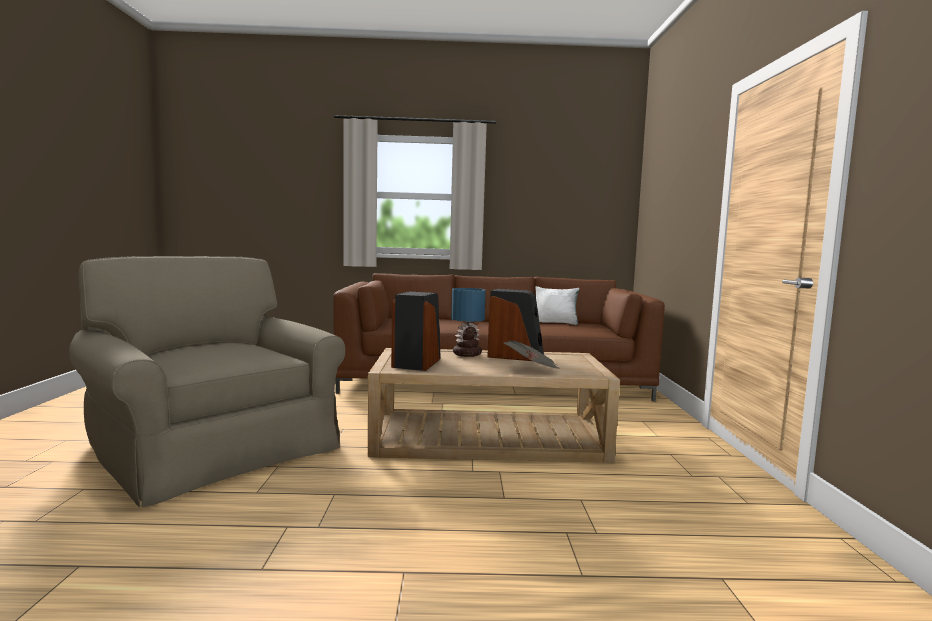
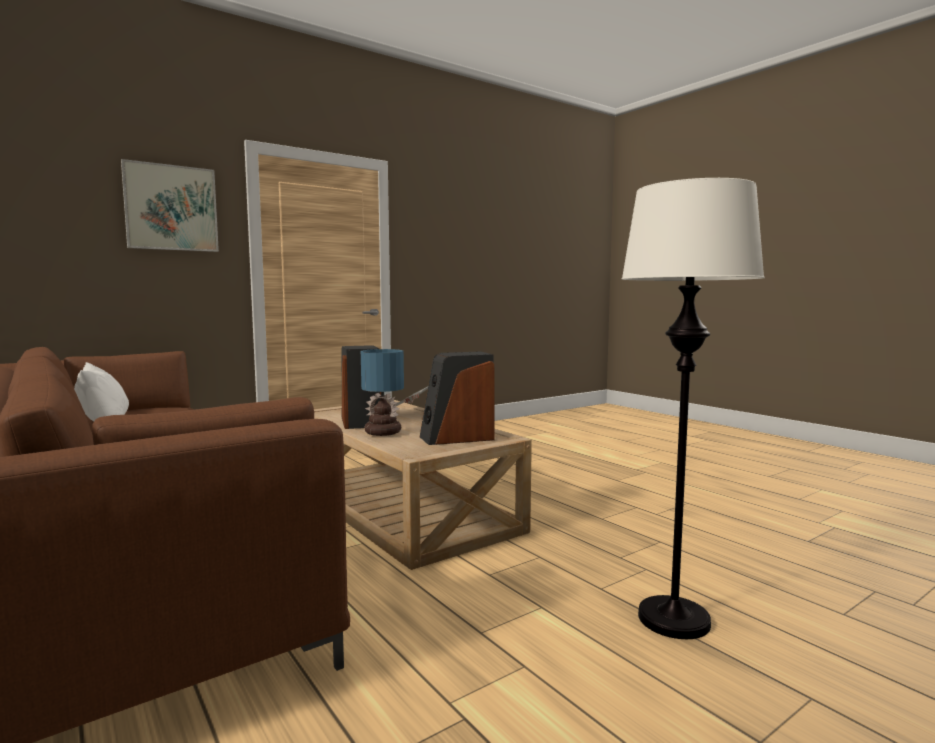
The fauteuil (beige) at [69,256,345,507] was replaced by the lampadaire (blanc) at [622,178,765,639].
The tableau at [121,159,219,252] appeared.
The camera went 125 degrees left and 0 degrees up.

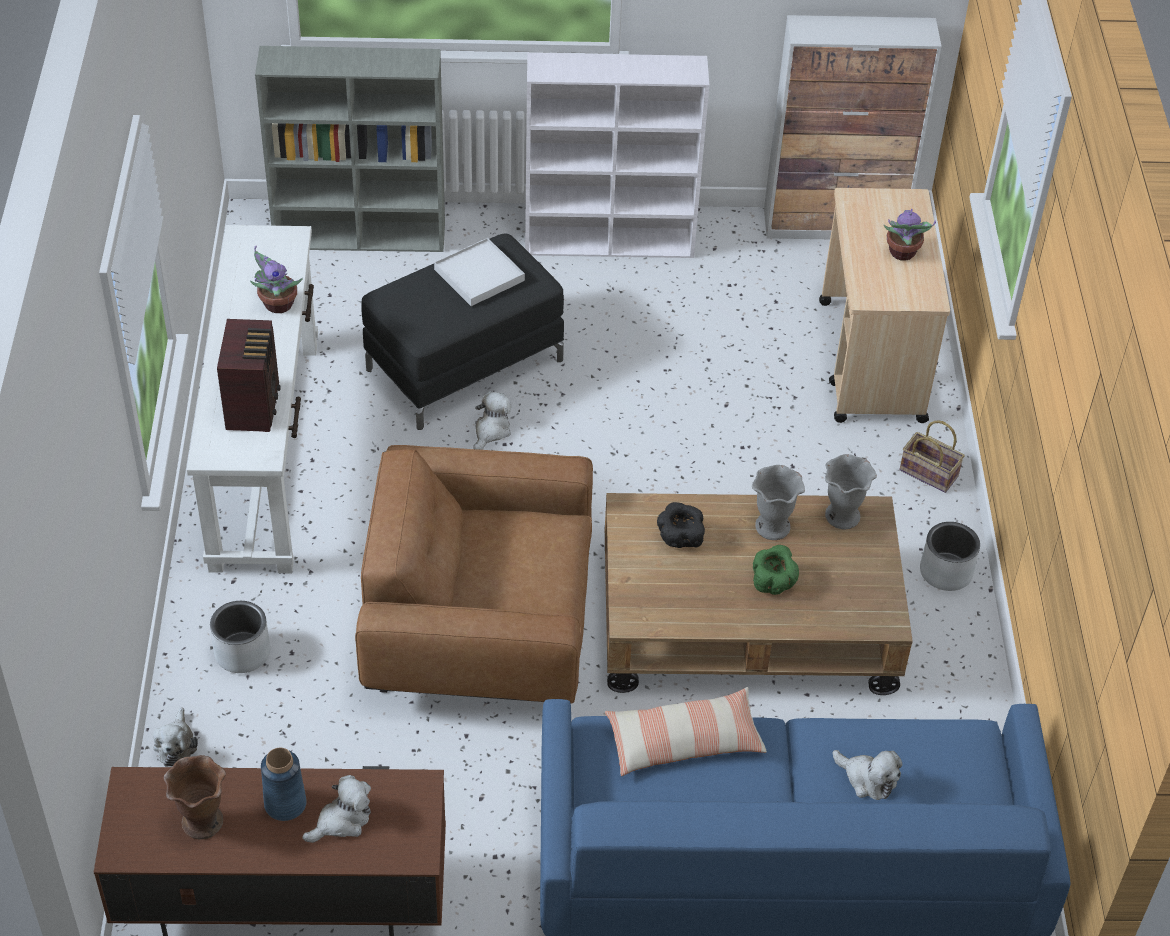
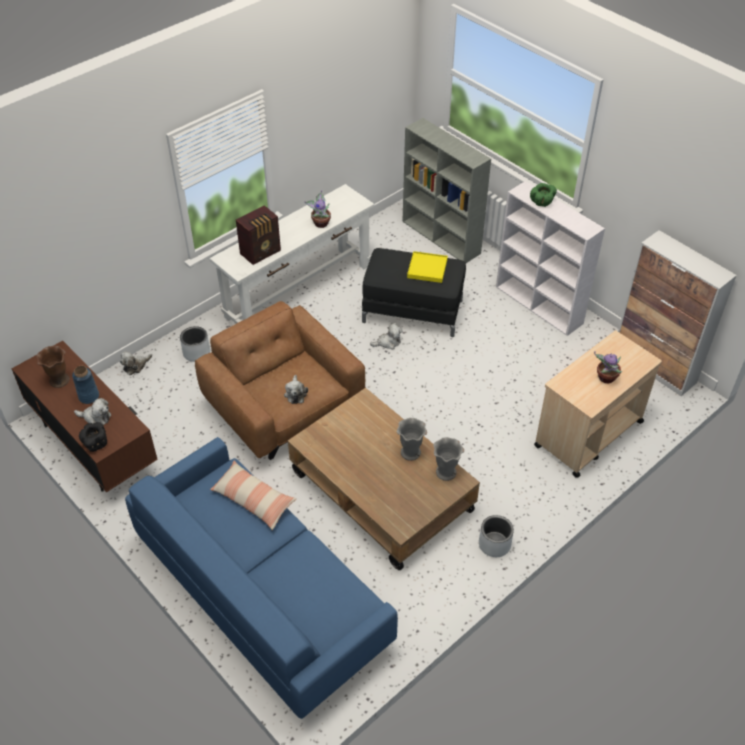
The plateau (blanc) at [434,238,525,306] became the plateau (jaune) at [407,251,448,283].
The panier at [899,420,965,493] disappeared.
The bol (noir) moved from [657,502,705,548] to [79,422,107,452].
The bol (vert) moved from [753,545,799,595] to [530,183,557,207].
The peluche moved from [833,750,903,800] to [284,375,308,404].
The camera went 50 degrees right and 0 degrees up.

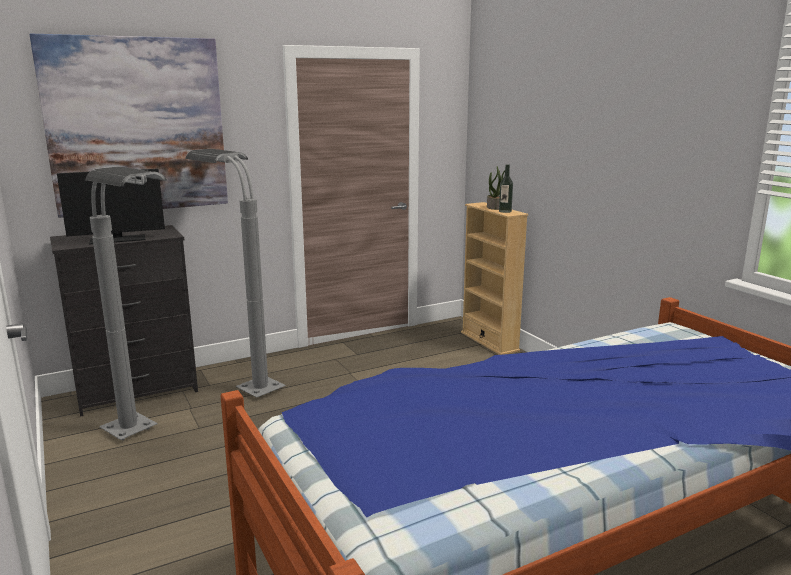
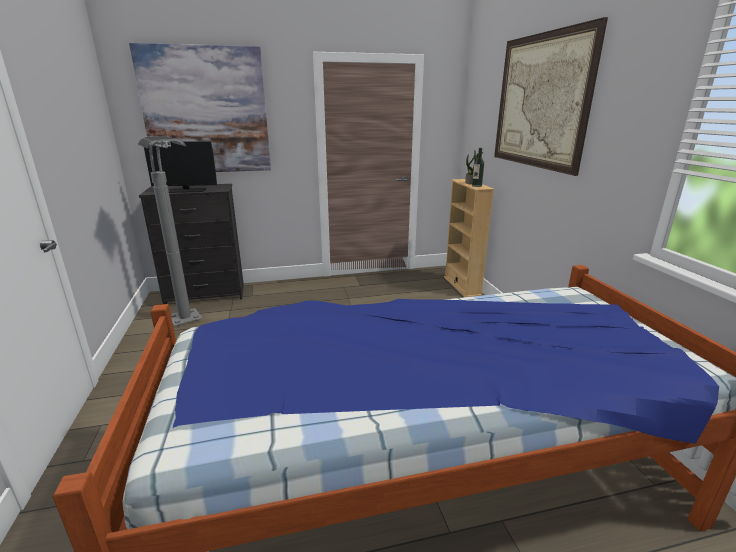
The lampadaire (gris) at [185,149,286,398] disappeared.
The tableau at [494,17,608,176] appeared.
The camera went 15 degrees right and 5 degrees up.

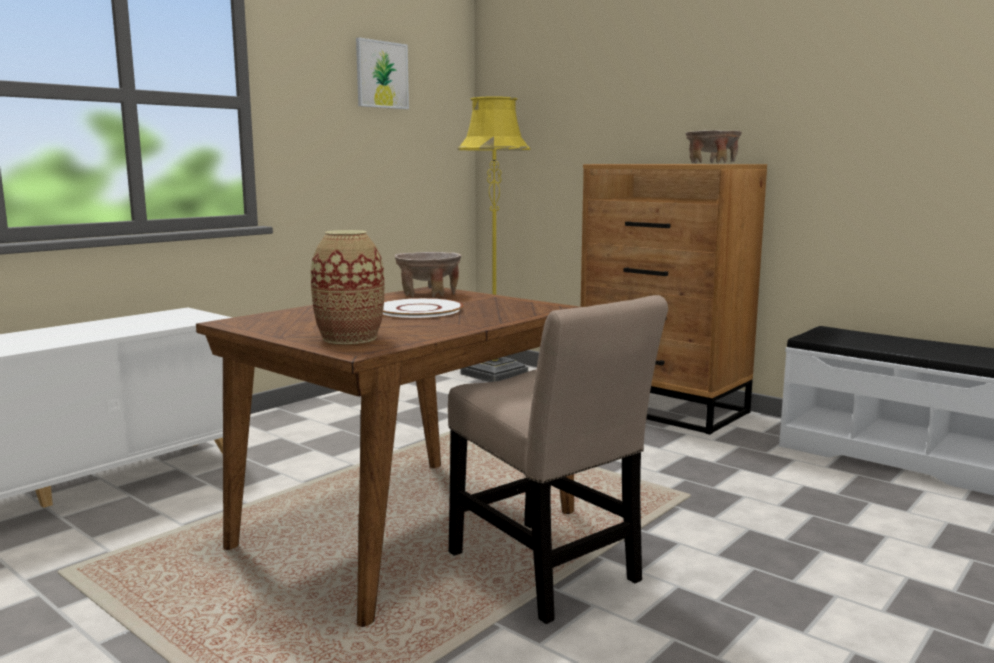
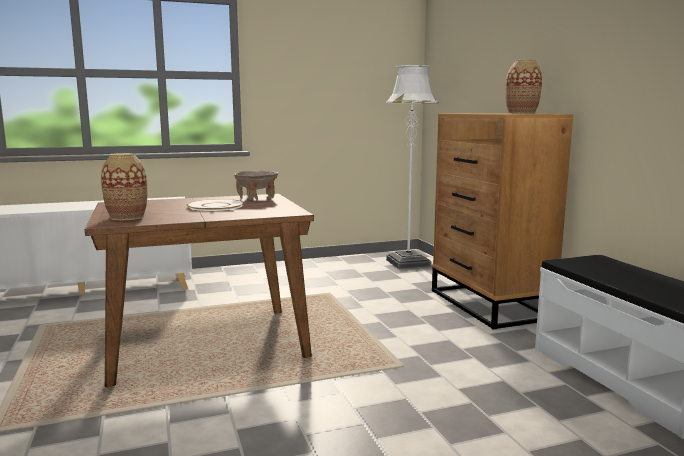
The tableau at [356,37,409,109] disappeared.
The lampadaire (jaune) at [458,96,530,382] became the lampadaire (blanc) at [386,65,438,269].
The bol (beige) at [686,130,742,164] was replaced by the vase at [505,59,542,114].
The chaise (beige) at [448,295,668,624] disappeared.
The camera went 30 degrees right and 0 degrees up.

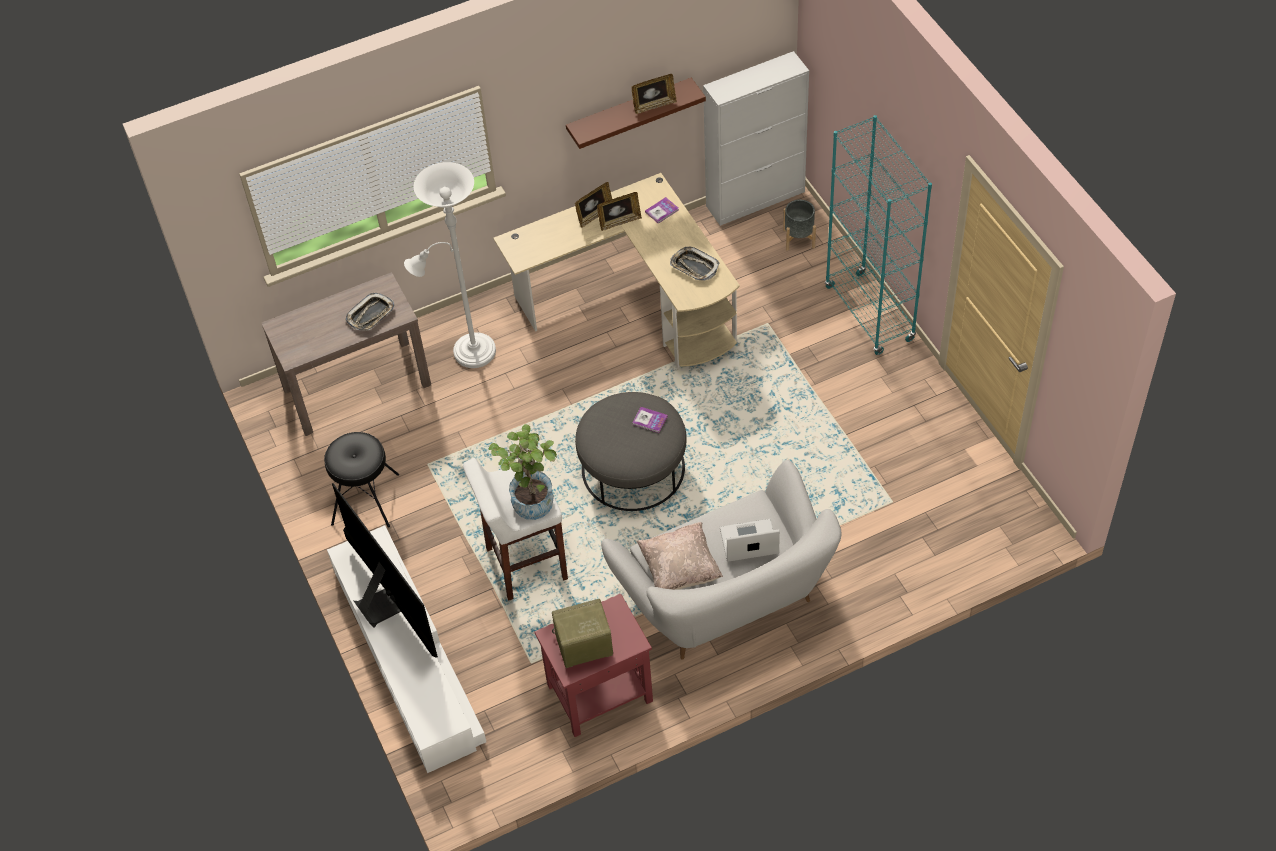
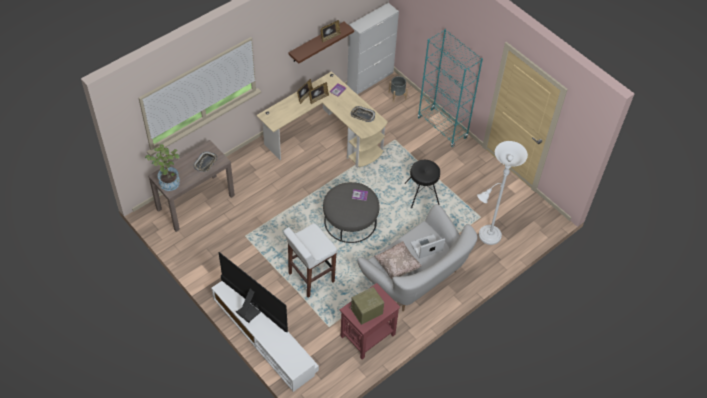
The lampadaire (blanc) moved from [404,162,496,368] to [477,141,528,245].
The plante en pot moved from [488,424,557,520] to [145,144,180,191].
The tabouret (noir) moved from [324,432,399,528] to [404,160,440,208].
The camera went 20 degrees left and 0 degrees up.

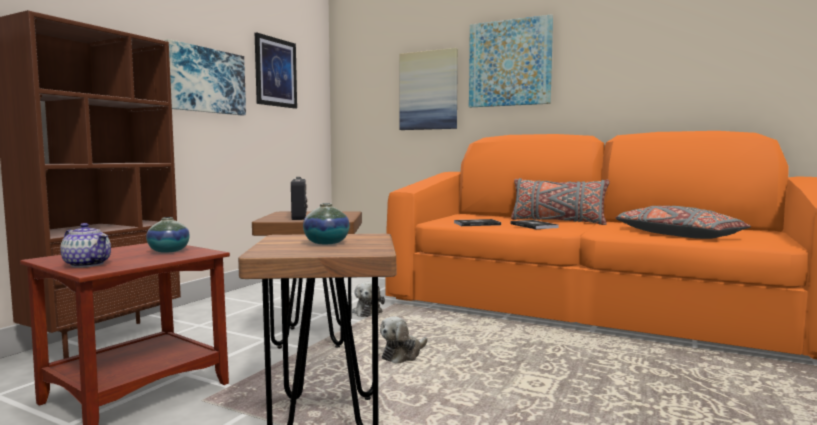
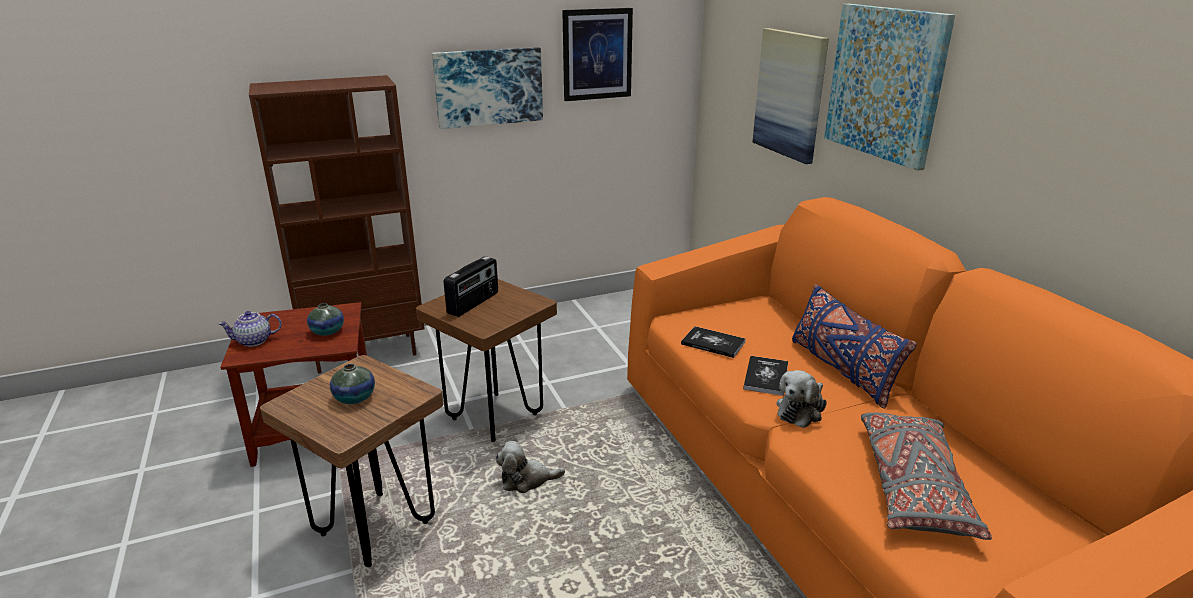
The coussin (gris) at [511,178,610,225] became the coussin (bleu) at [792,284,917,409].
The théière at [60,223,111,268] turned 90 degrees clockwise.
The peluche moved from [352,282,385,317] to [776,370,827,428].
The camera went 40 degrees right and 20 degrees up.

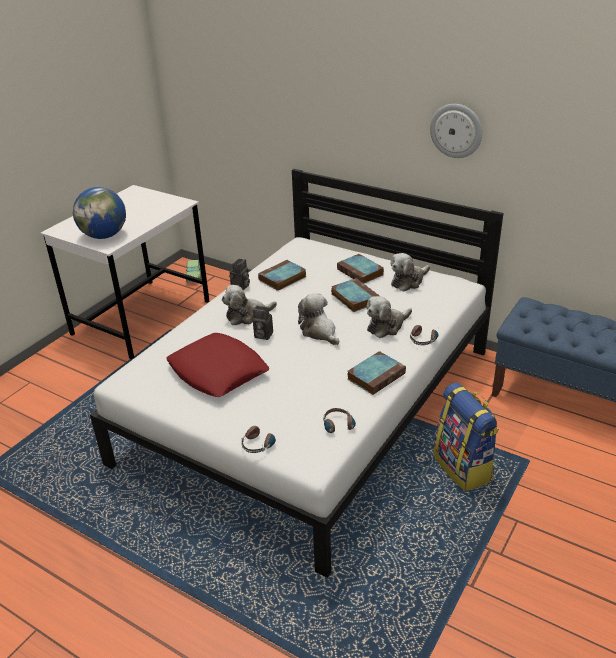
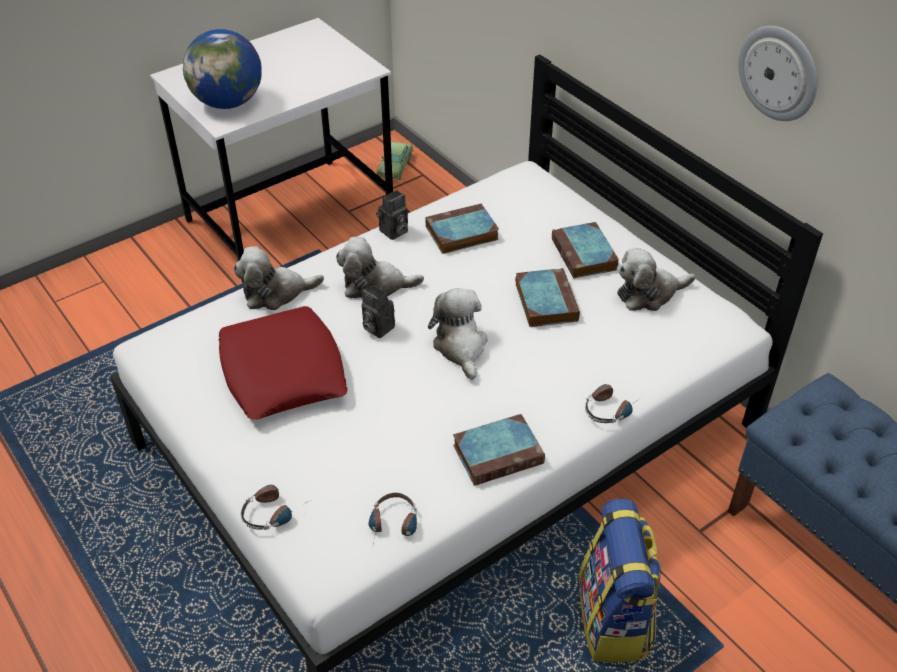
The peluche moved from [366,296,412,338] to [233,246,324,310].
The camera went 20 degrees right and 10 degrees up.

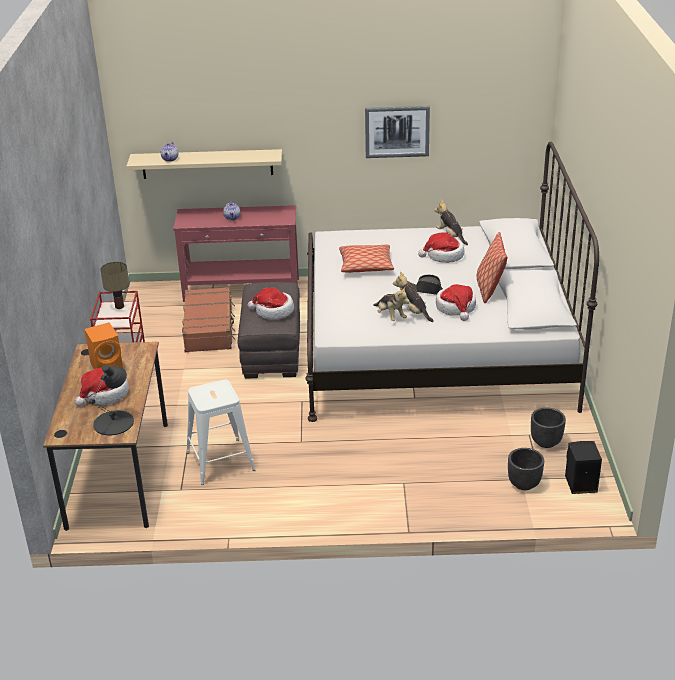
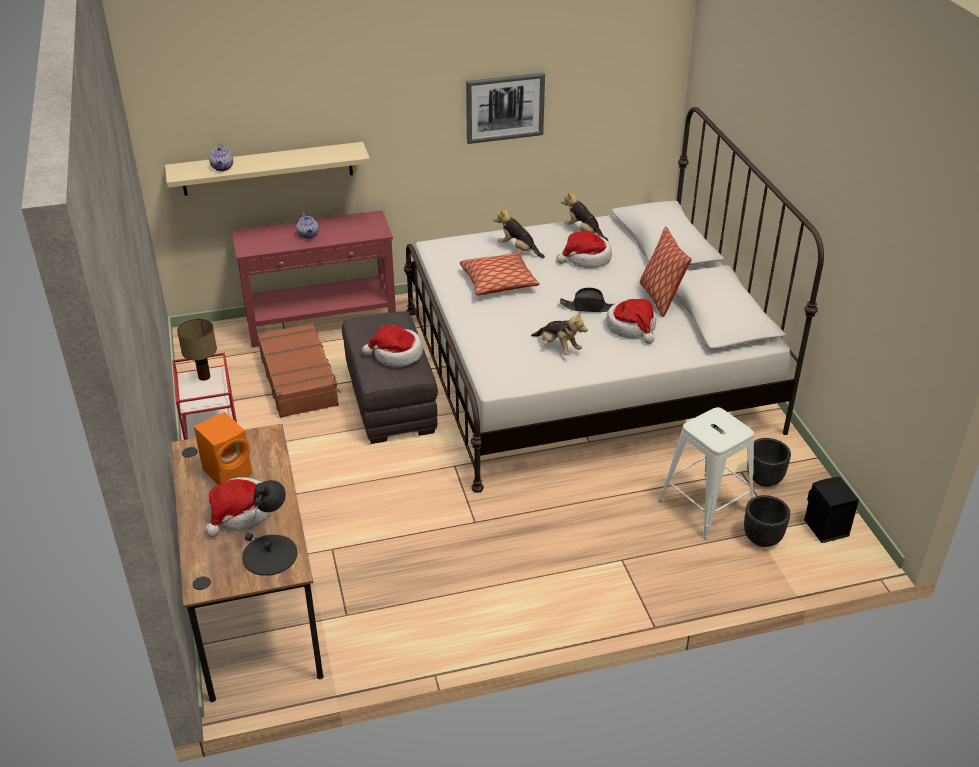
The peluche moved from [393,272,434,322] to [493,206,545,258].
The tabouret (blanc) moved from [186,380,255,485] to [658,407,754,540].
The camera went 15 degrees left and 5 degrees up.

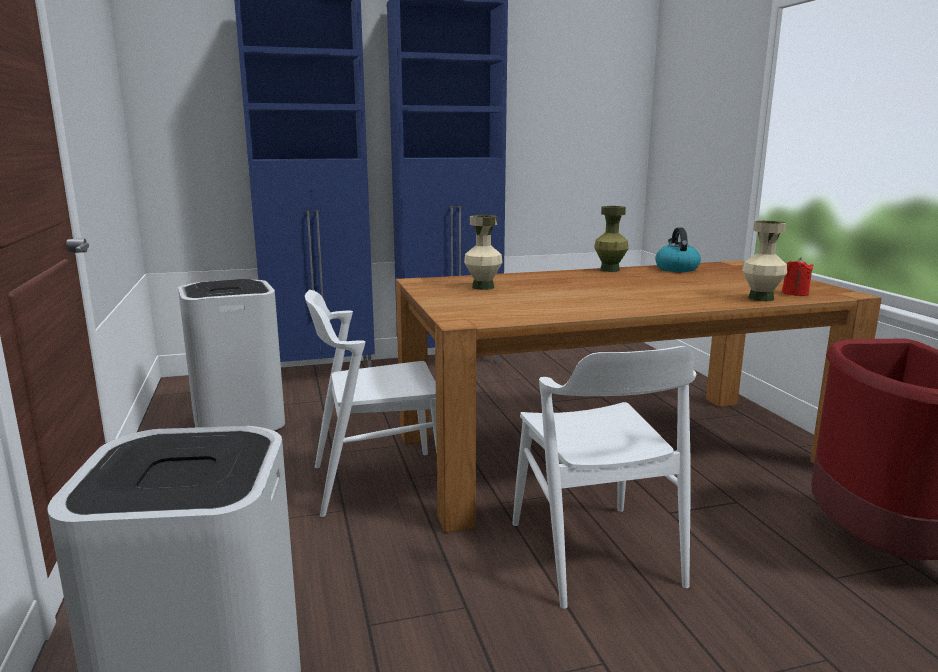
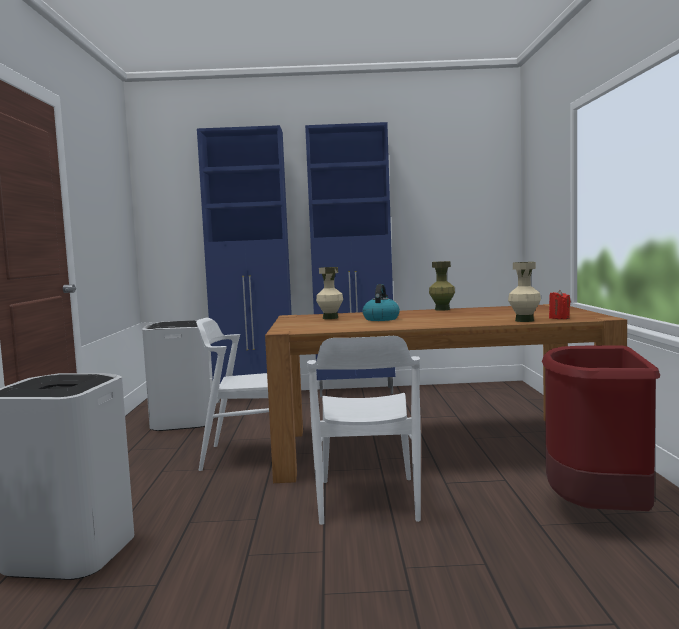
The bouilloire moved from [655,227,701,272] to [362,284,400,321].
The camera went 15 degrees right and 10 degrees down.

